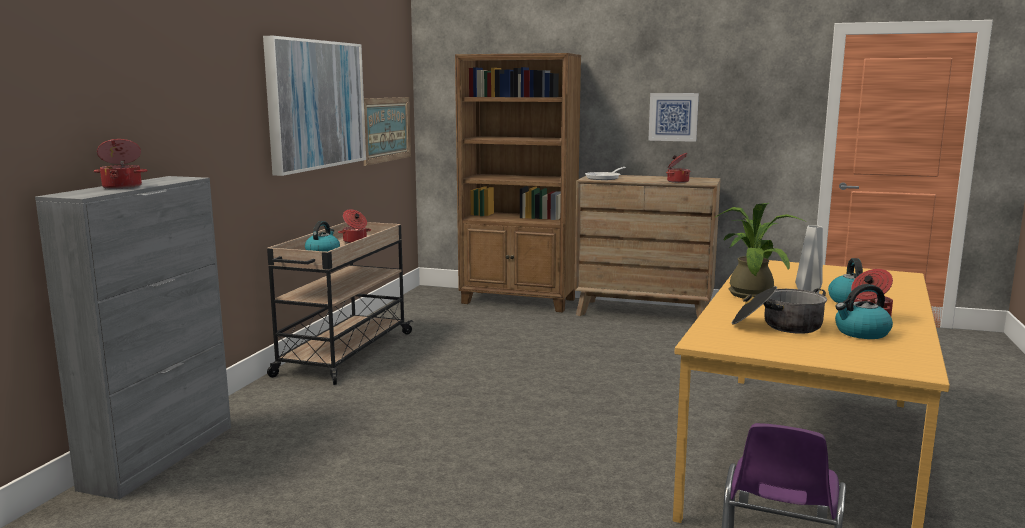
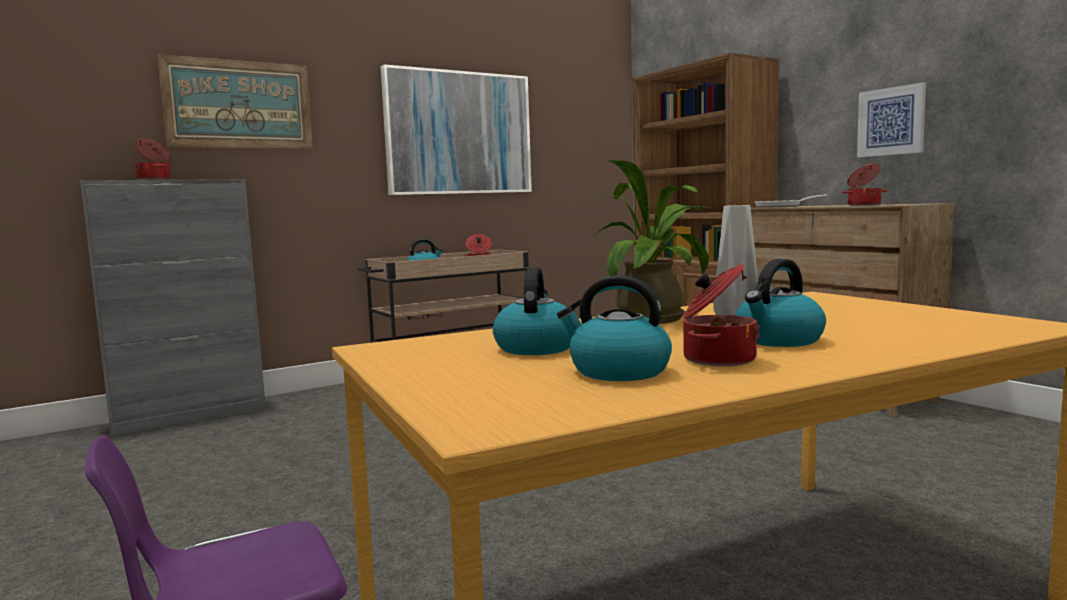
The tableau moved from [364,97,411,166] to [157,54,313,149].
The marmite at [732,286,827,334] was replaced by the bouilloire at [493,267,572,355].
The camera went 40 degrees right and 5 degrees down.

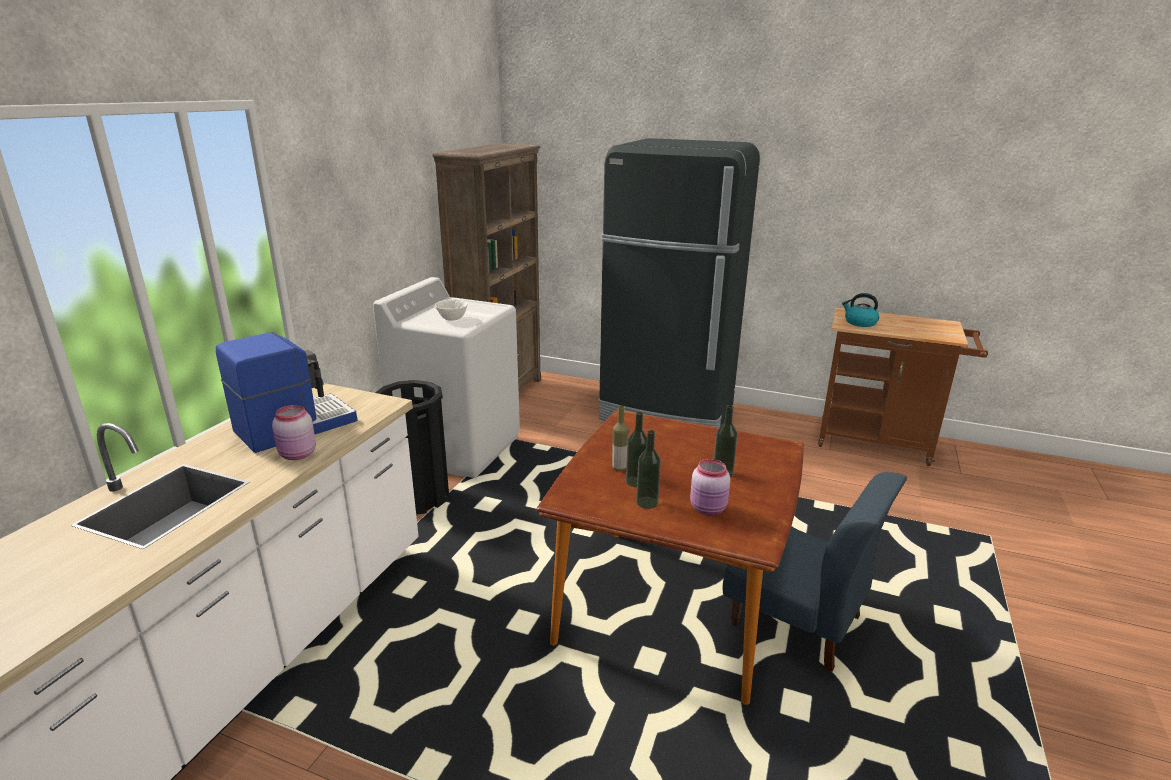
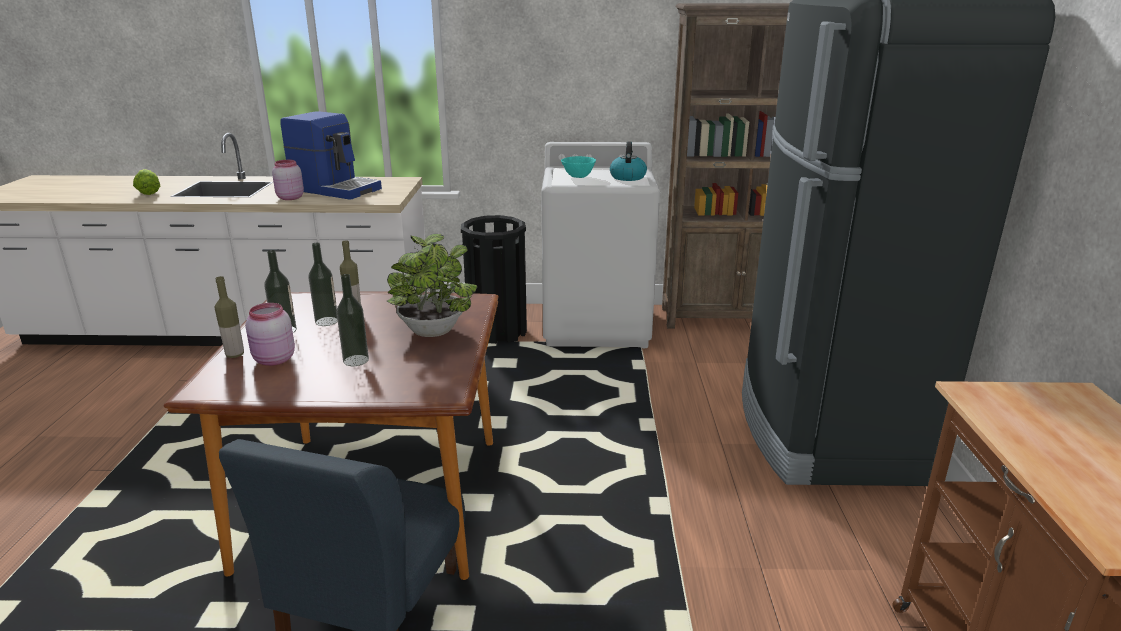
The bouilloire moved from [842,293,879,327] to [610,142,647,181].
The bol (blanc) at [435,299,468,321] became the bol (turquoise) at [561,156,596,178].
The laitue at [133,169,160,195] appeared.
The plante en pot at [387,234,477,337] appeared.
The bouteille at [215,276,244,358] appeared.
The camera went 70 degrees right and 0 degrees up.

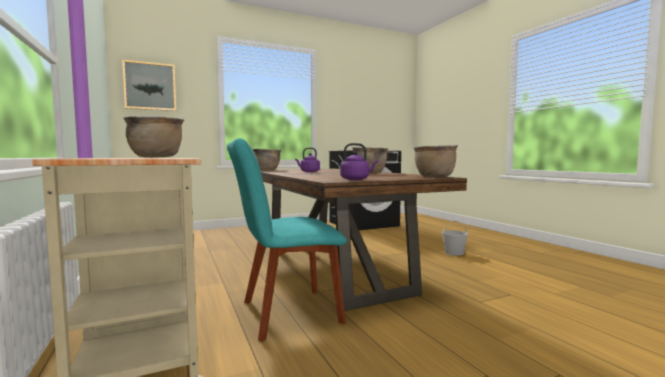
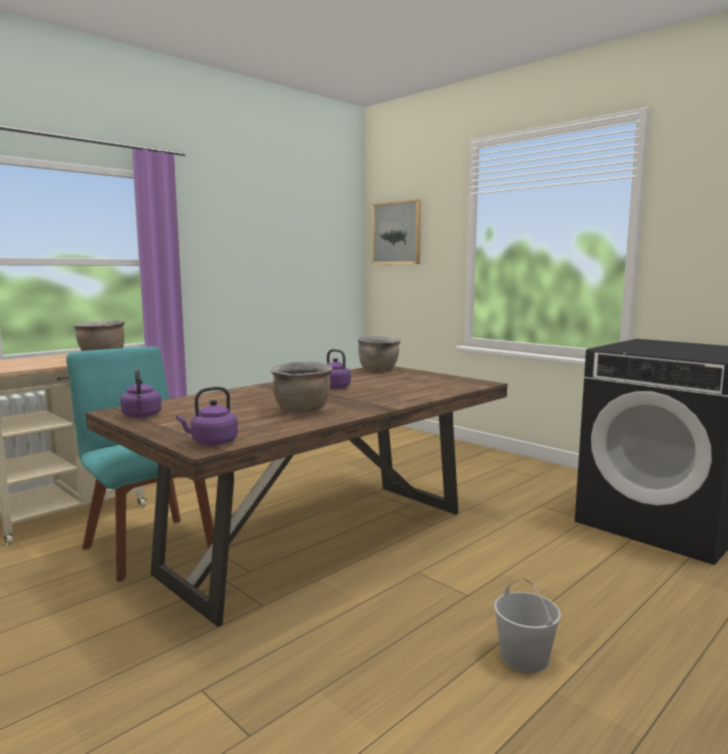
The marmite (marron) at [413,145,458,177] was replaced by the bouilloire (violet) at [176,387,238,446].
The camera went 70 degrees right and 5 degrees up.

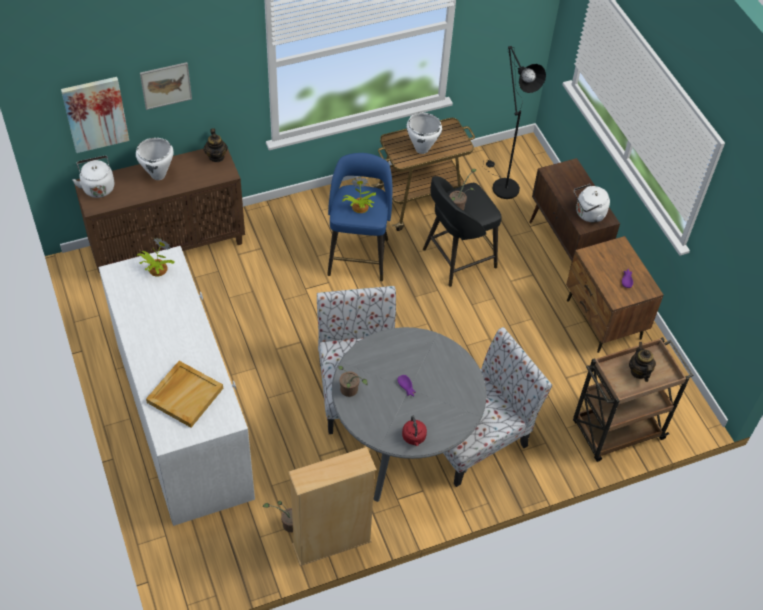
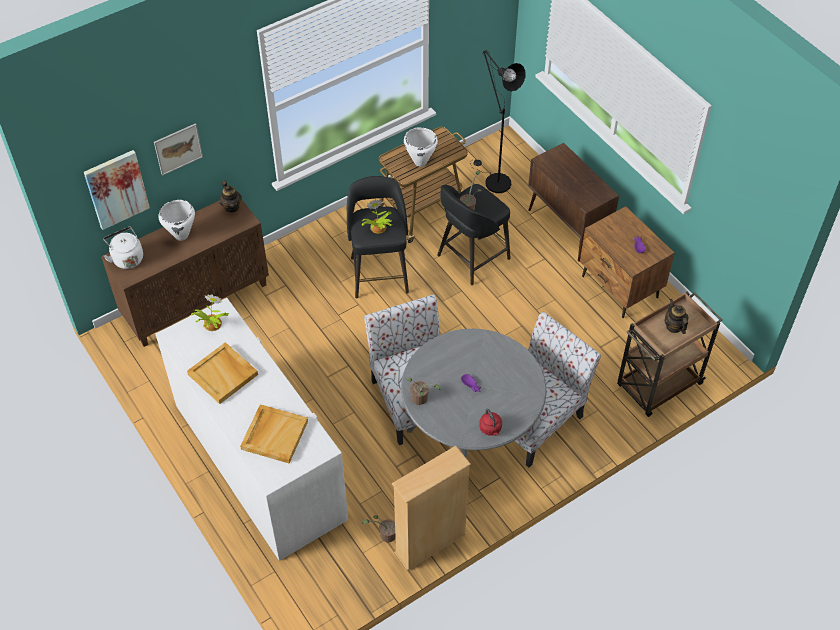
The tabouret (bleu) at [327,153,392,281] became the tabouret (noir) at [347,176,409,298].
The bouilloire (blanc) at [574,184,610,222] disappeared.
The plateau (beige) at [187,342,258,404] appeared.
The camera went 10 degrees left and 0 degrees up.

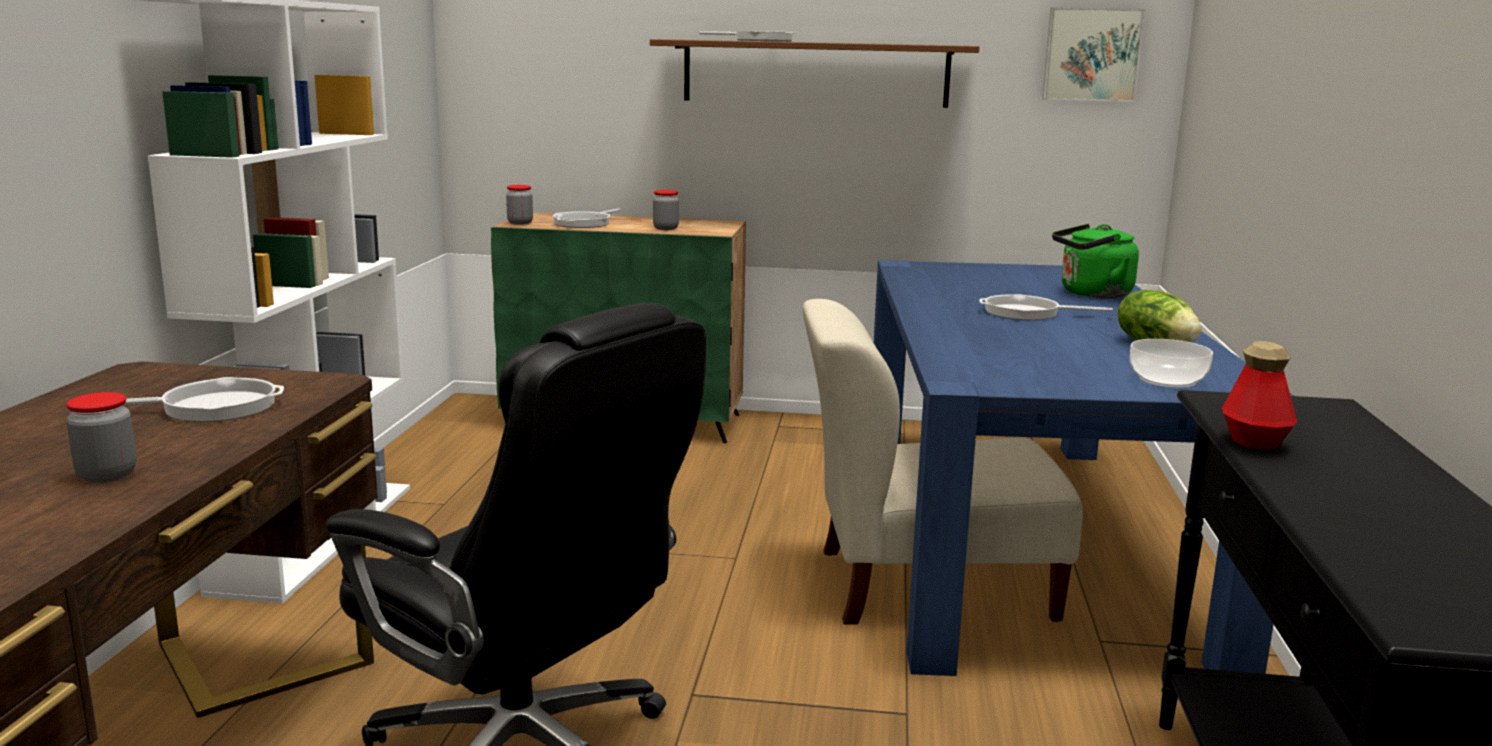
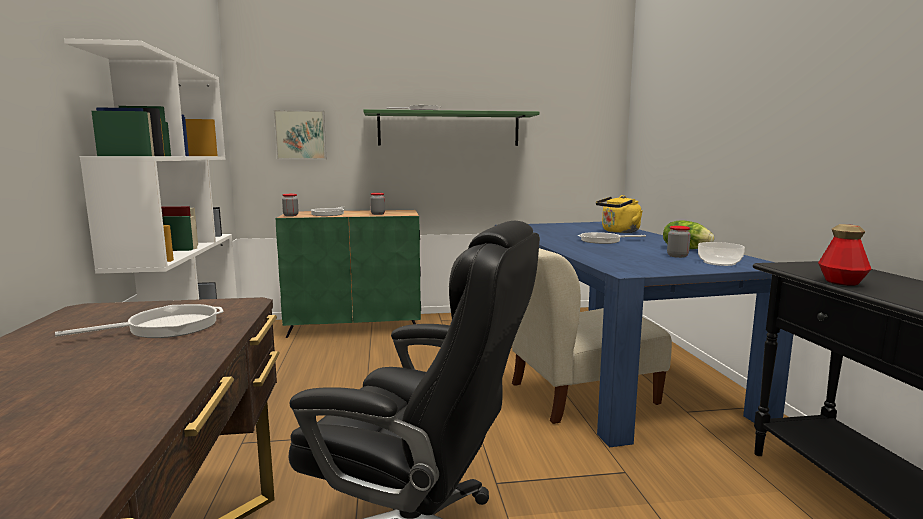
The tableau moved from [1042,7,1145,102] to [274,110,326,159].
The étagère (marron) at [650,39,979,108] became the étagère (vert) at [363,109,539,146].
The bouilloire (vert) at [1052,224,1139,298] became the bouilloire (jaune) at [596,195,643,233].
The bocal moved from [66,392,136,483] to [667,226,691,258].
The camera went 15 degrees left and 5 degrees down.

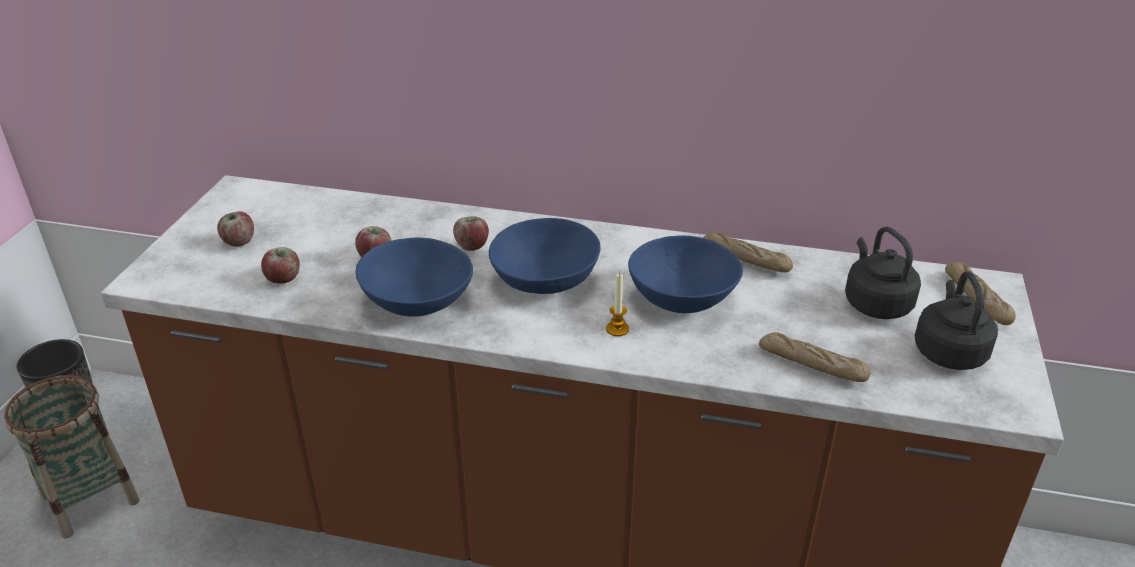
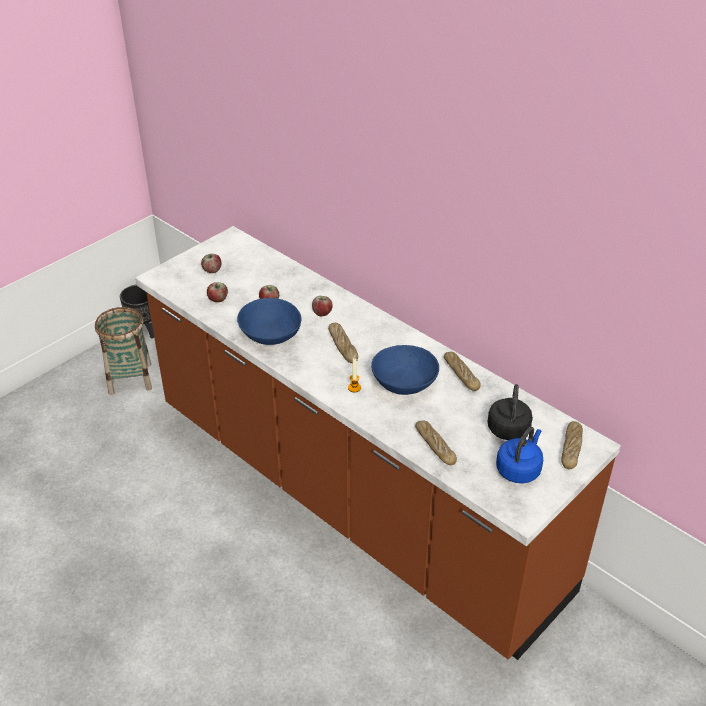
The bol (bleu) at [489,218,601,294] was replaced by the pain at [328,323,358,363].
The bouilloire (noir) at [915,271,998,370] became the bouilloire (bleu) at [496,426,543,483].
The camera went 30 degrees right and 5 degrees up.

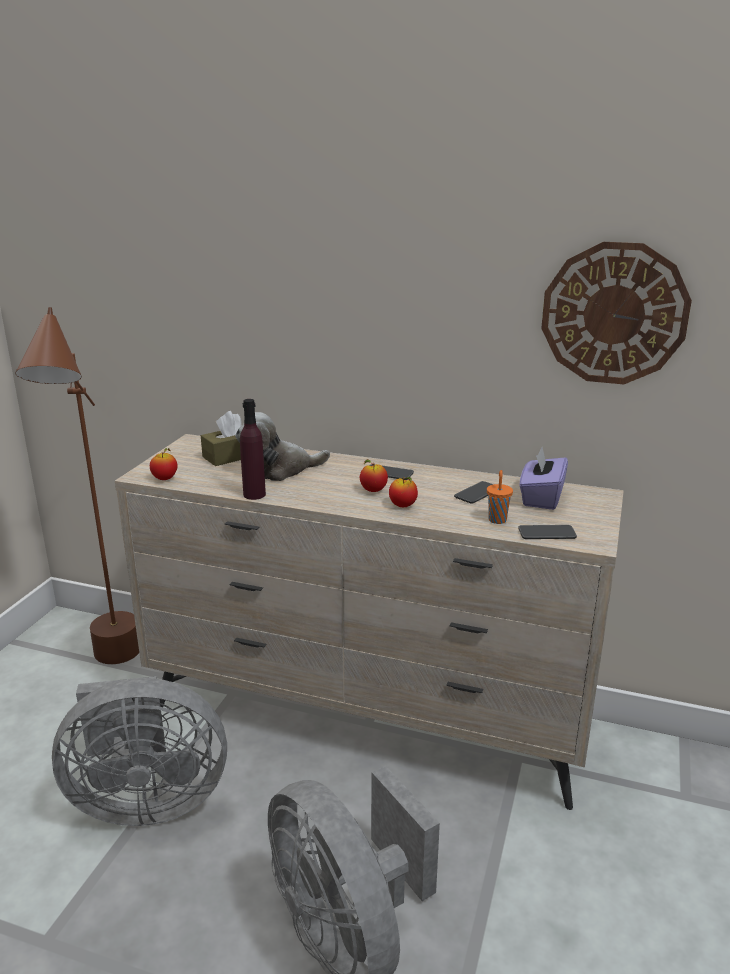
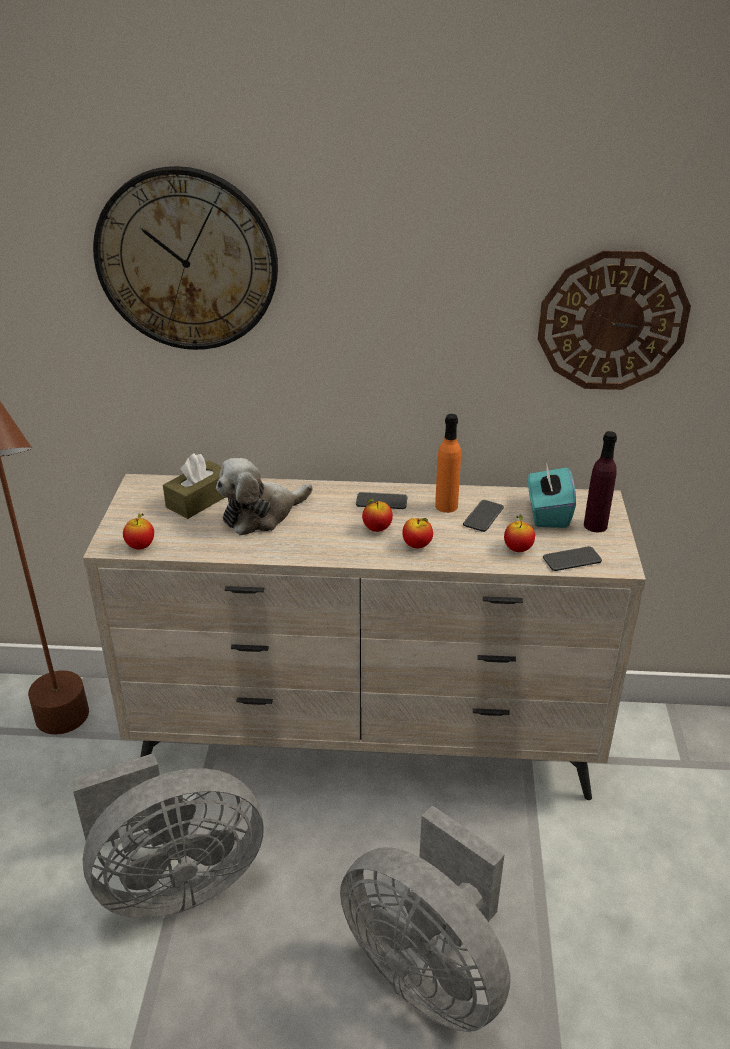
The bouteille (violet) moved from [240,399,266,500] to [584,431,617,532].
The boîte à mouchoirs (violet) at [520,447,568,510] became the boîte à mouchoirs (turquoise) at [528,462,576,528].
The tasse (orange) at [487,470,513,524] was replaced by the pomme at [504,515,535,552].
The horloge murale at [93,166,278,350] appeared.
The bouteille (orange) at [435,414,461,513] appeared.
The camera went 15 degrees left and 10 degrees up.

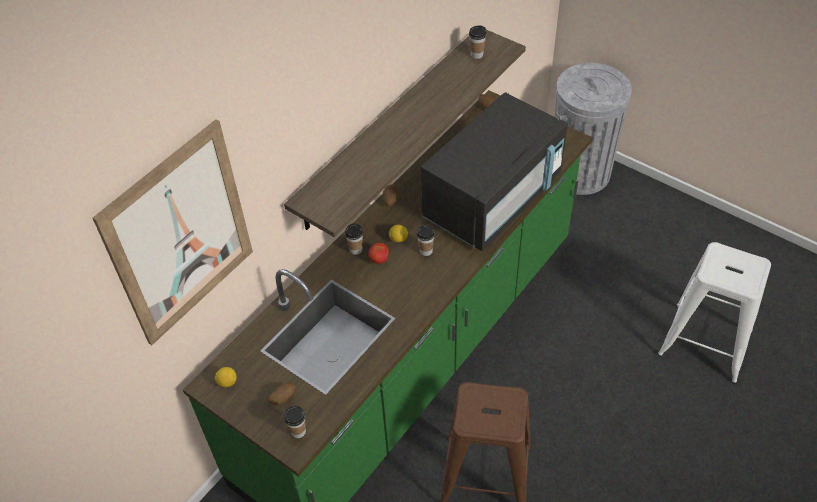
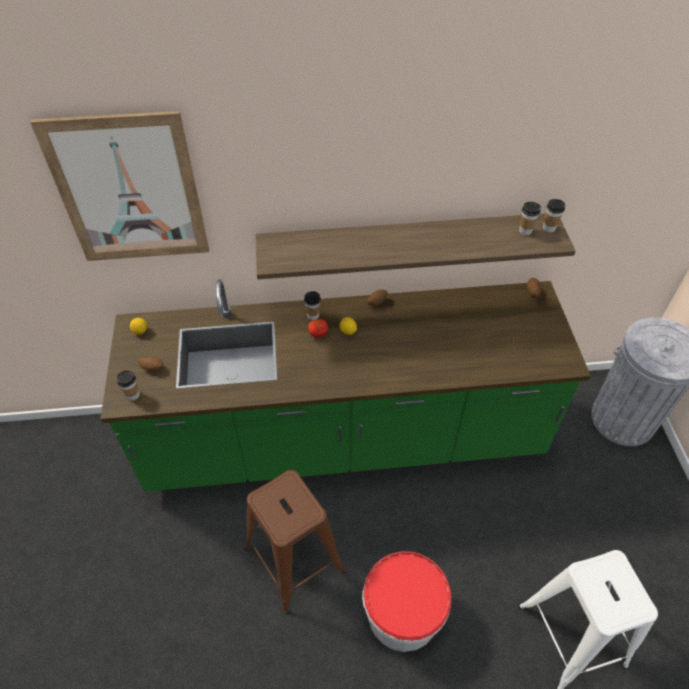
The micro-ondes (noir) at [421,92,568,251] disappeared.
The tasse moved from [417,224,435,256] to [543,199,565,232].
The seau at [362,551,452,652] appeared.
The camera went 45 degrees right and 0 degrees up.

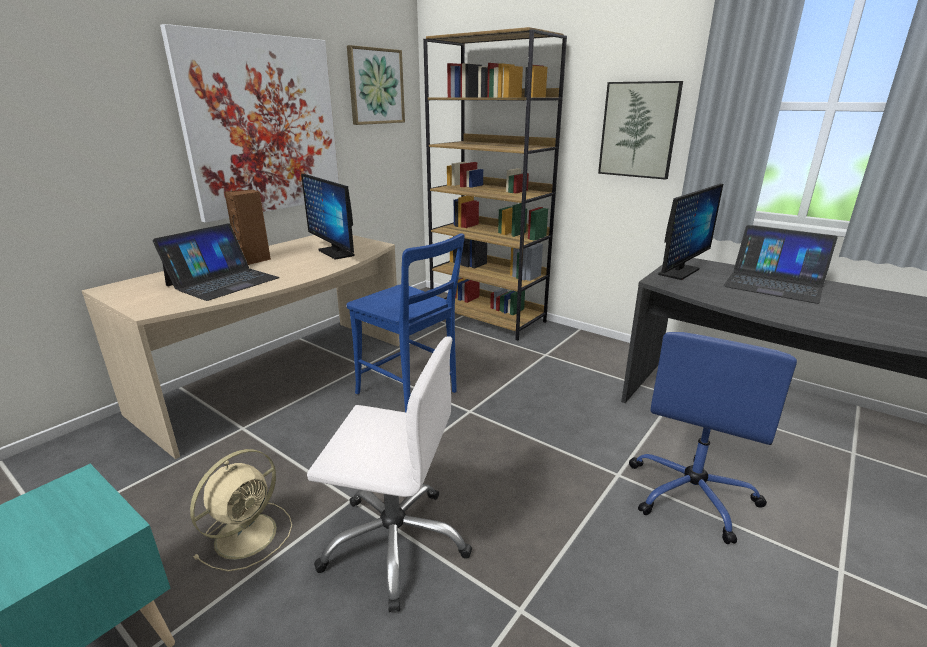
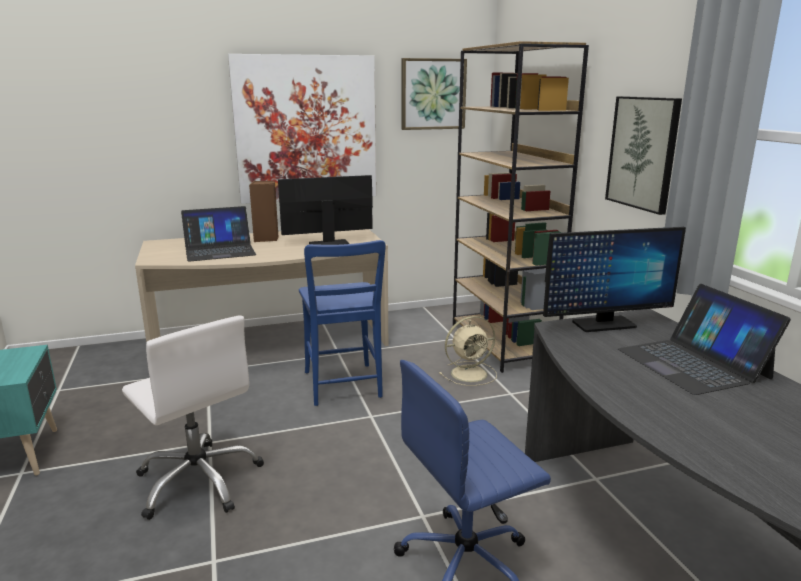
The écran d'ordinateur at [301,174,355,260] turned 75 degrees clockwise.
The ventilateur (beige) moved from [190,449,292,572] to [439,316,497,386].
The camera went 35 degrees right and 5 degrees down.

